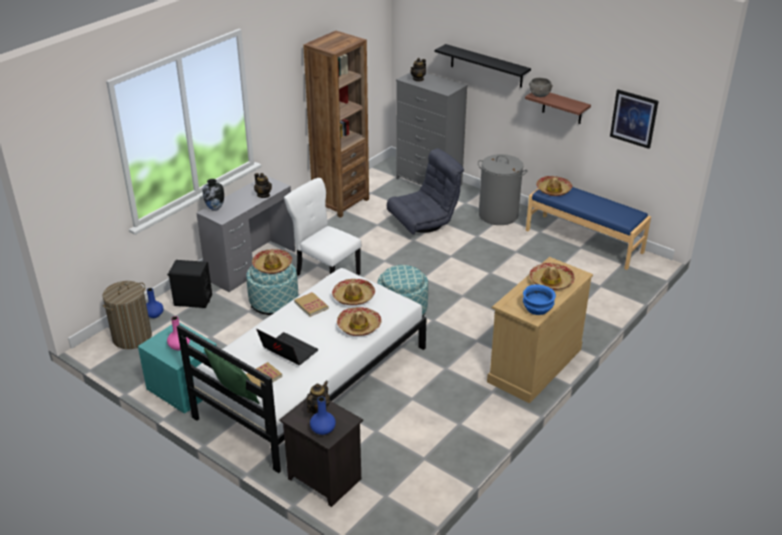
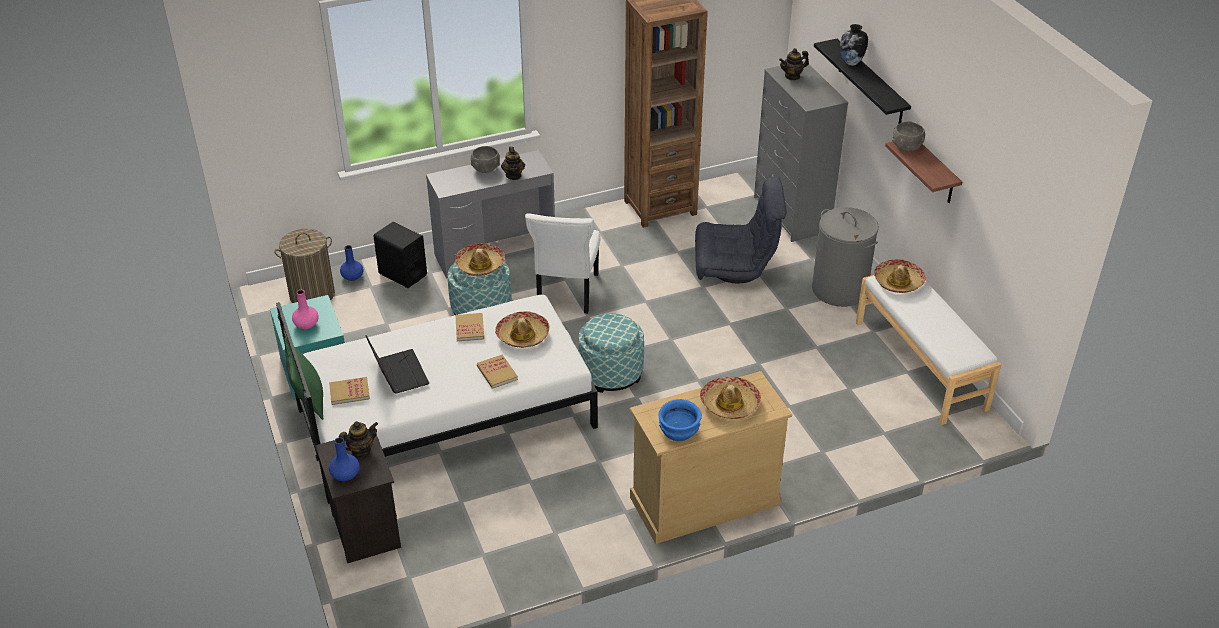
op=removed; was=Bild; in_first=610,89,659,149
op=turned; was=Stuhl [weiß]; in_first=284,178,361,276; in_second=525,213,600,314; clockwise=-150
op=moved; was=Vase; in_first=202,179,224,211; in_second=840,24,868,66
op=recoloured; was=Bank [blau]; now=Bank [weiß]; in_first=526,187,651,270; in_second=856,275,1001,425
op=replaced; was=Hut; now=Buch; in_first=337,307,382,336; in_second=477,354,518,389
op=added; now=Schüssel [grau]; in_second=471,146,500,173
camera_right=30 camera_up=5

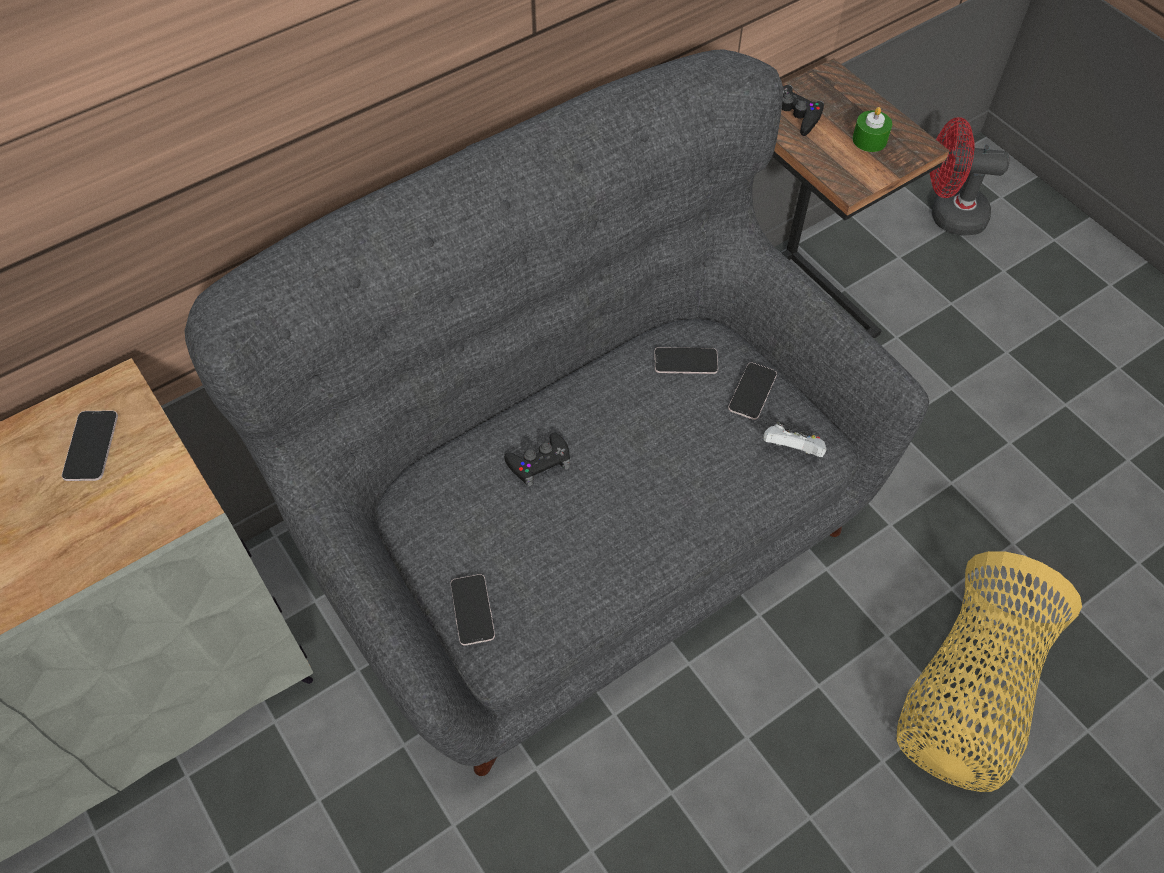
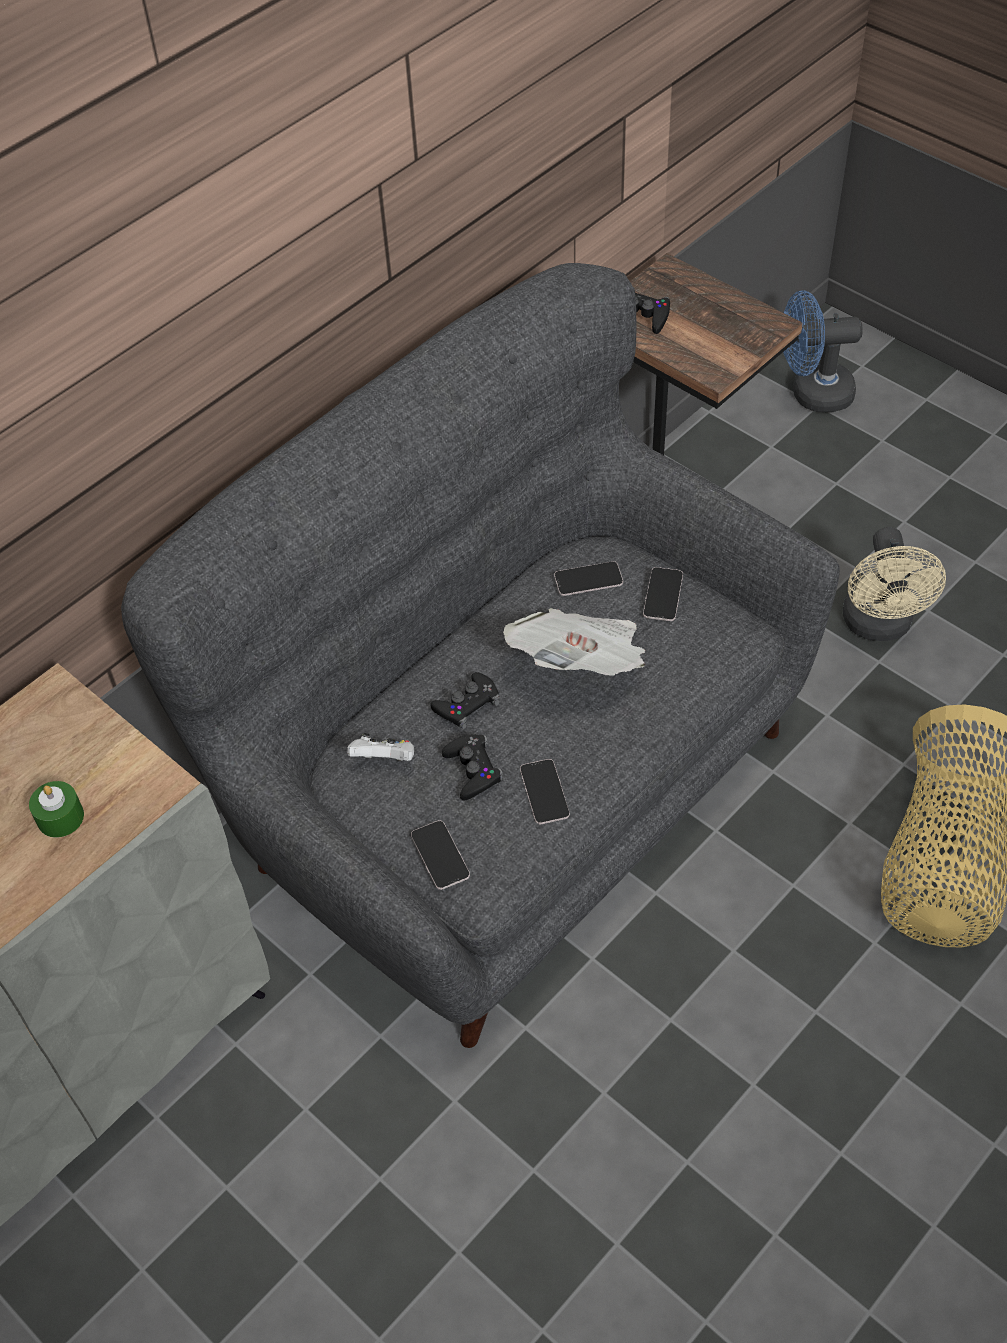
op=moved; was=Kerze [grün]; in_first=852,107,892,152; in_second=29,781,84,838
op=recoloured; was=Ventilator [rot]; now=Ventilator [blau]; in_first=930,117,1010,236; in_second=783,290,863,412
op=moved; was=Handy; in_first=62,410,118,481; in_second=520,759,570,824
op=moved; was=Gamepad [weiß]; in_first=764,421,826,457; in_second=347,733,414,761
op=added; now=Ventilator [beige]; in_second=843,527,946,641
op=added; now=Zeitung; in_second=503,608,645,676
op=added; now=Gamepad [schwarz]; in_second=442,734,503,801
camera_right=-10 camera_up=-5

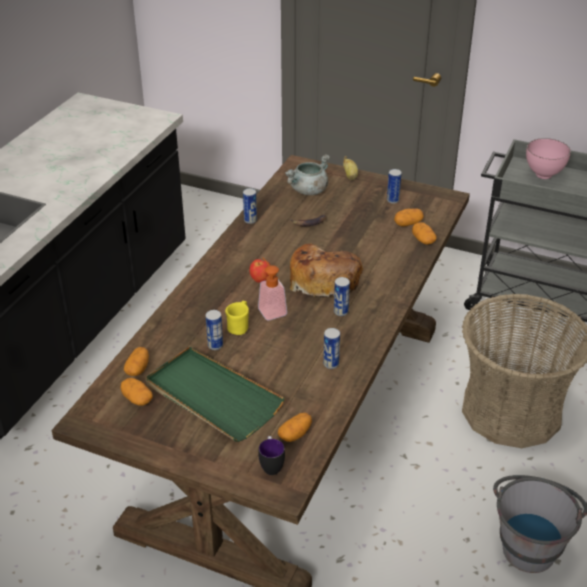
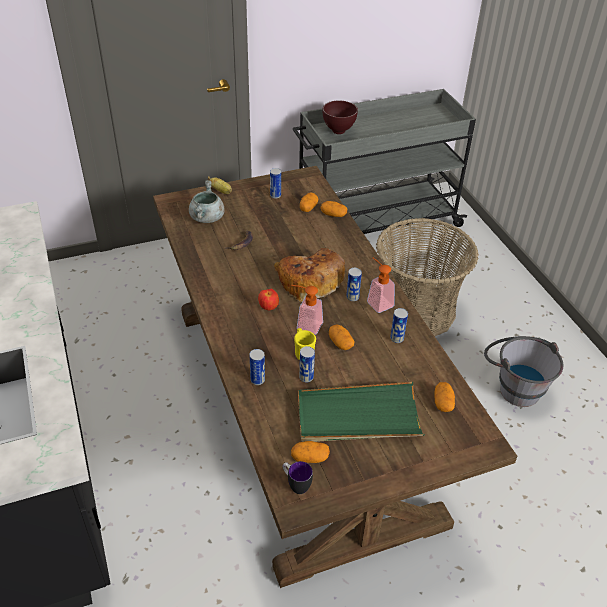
op=recoloured; was=Schüssel [rosa]; now=Schüssel [braun]; in_first=526,138,571,179; in_second=323,100,358,134
op=moved; was=Dose; in_first=243,188,257,224; in_second=250,349,265,385
op=moved; was=Kartoffel; in_first=124,347,149,376; in_second=329,325,354,350
op=moved; was=Henkelbecher; in_first=258,436,285,475; in_second=282,461,313,494
op=added; now=Seifenspender; in_second=367,258,395,313
camera_right=-45 camera_up=5

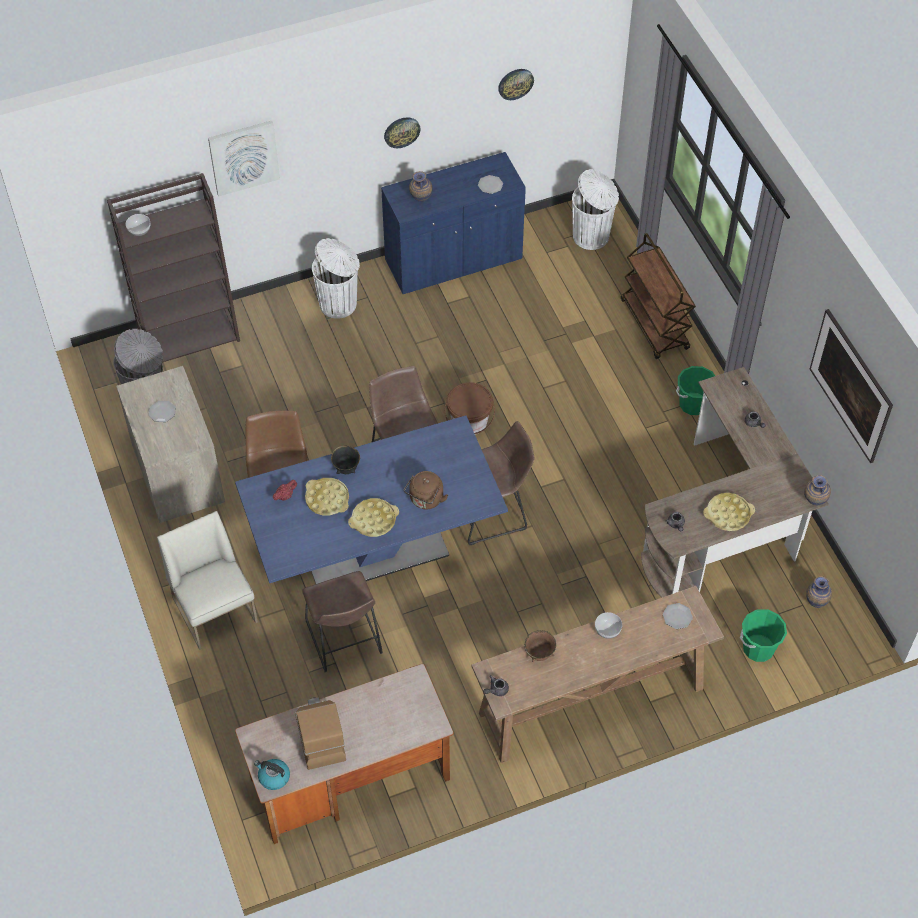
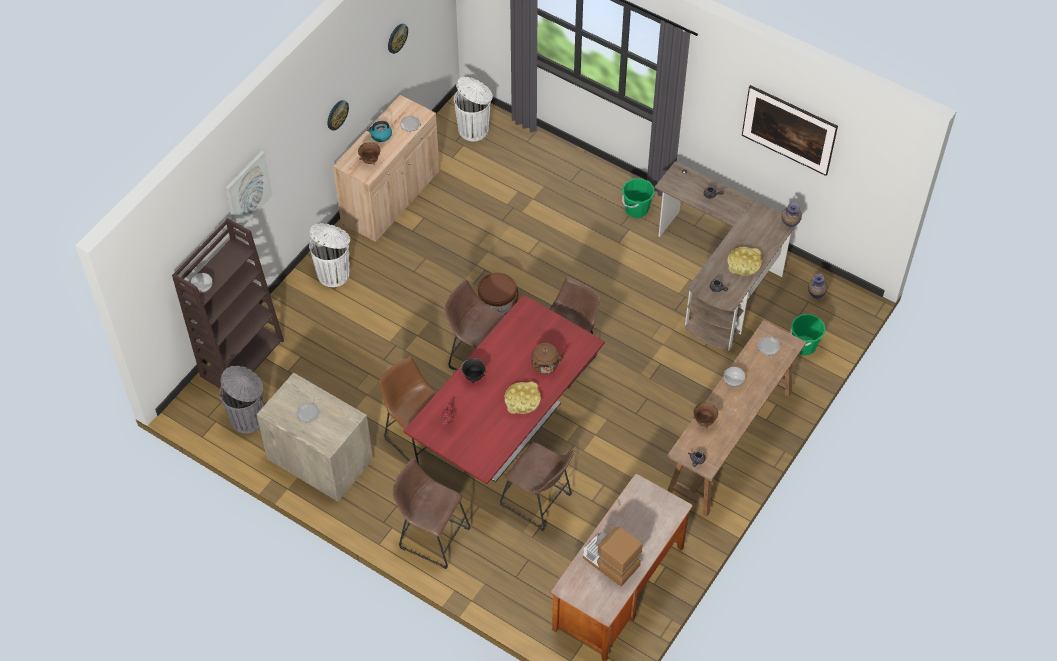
op=recoloured; was=Schrank [blau]; now=Schrank [beige]; in_first=381,152,526,294; in_second=333,95,440,242
op=replaced; was=Vase; now=Schüssel [braun]; in_first=409,171,433,202; in_second=358,142,380,164
op=removed; was=Rollwagen [braun]; in_first=621,233,696,359
op=recoloured; was=Esstisch [blau]; now=Esstisch [rot]; in_first=235,415,508,584; in_second=404,294,605,485
op=removed; was=Tablett [gelb]; in_first=305,478,349,515
op=replaced; was=Stuhl [weiß]; now=Hocker [braun]; in_first=157,511,258,650; in_second=392,459,470,569
op=moved; was=Wasserkessel; in_first=254,759,290,790; in_second=367,121,392,142
camera_right=-35 camera_up=0

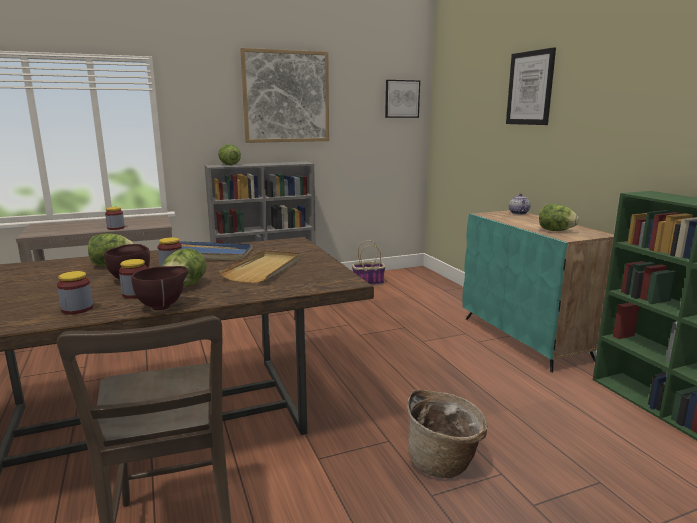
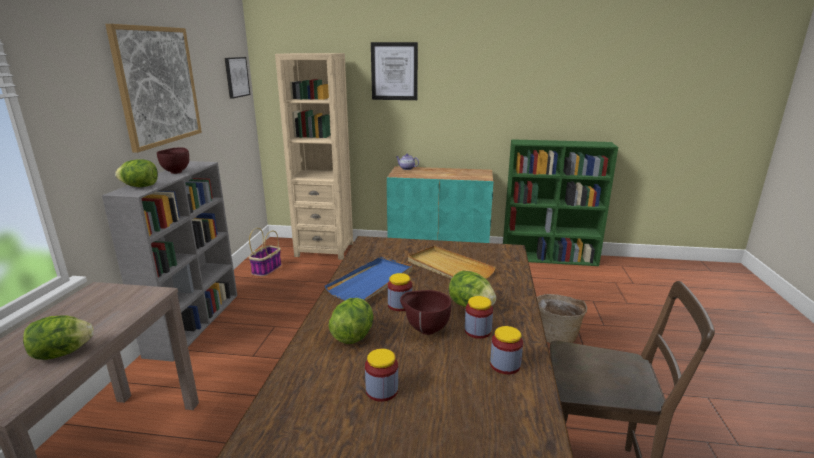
op=moved; was=Salatkopf; in_first=539,204,579,231; in_second=23,315,94,360
op=moved; was=Vorratsglas; in_first=105,207,125,230; in_second=365,349,398,402
op=moved; was=Schüssel [braun]; in_first=131,266,189,310; in_second=157,148,189,174
op=added; now=Bücherregal [beige]; in_second=275,53,353,260
camera_right=-60 camera_up=5

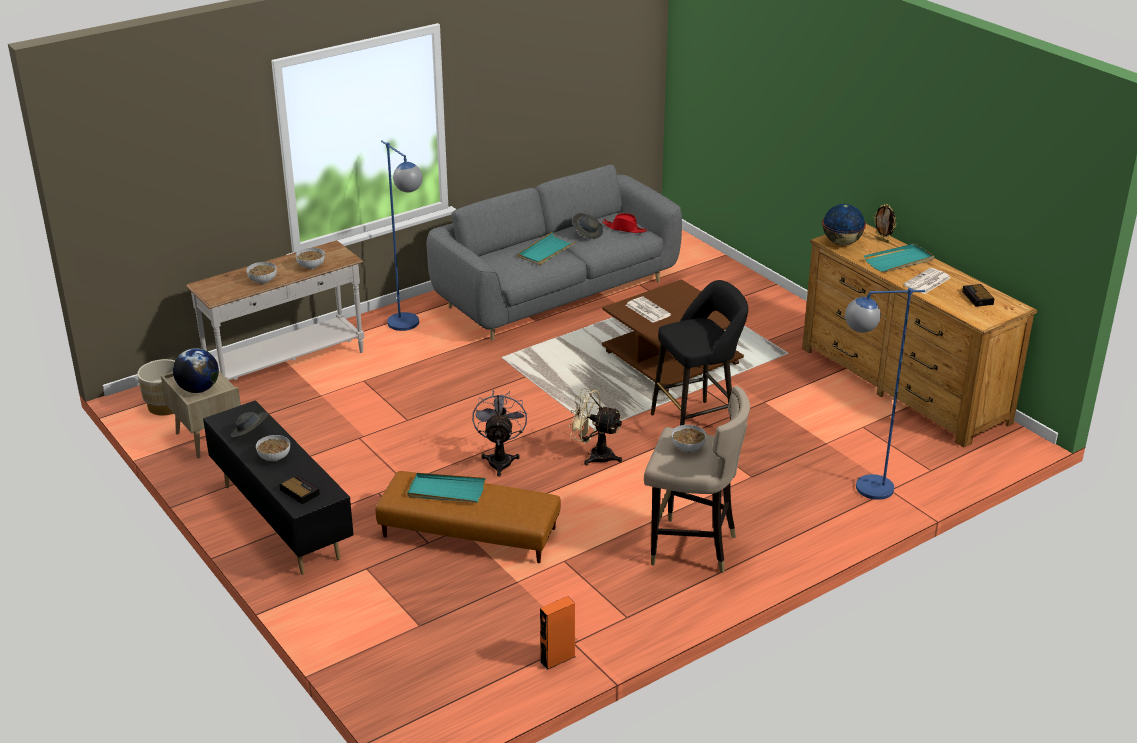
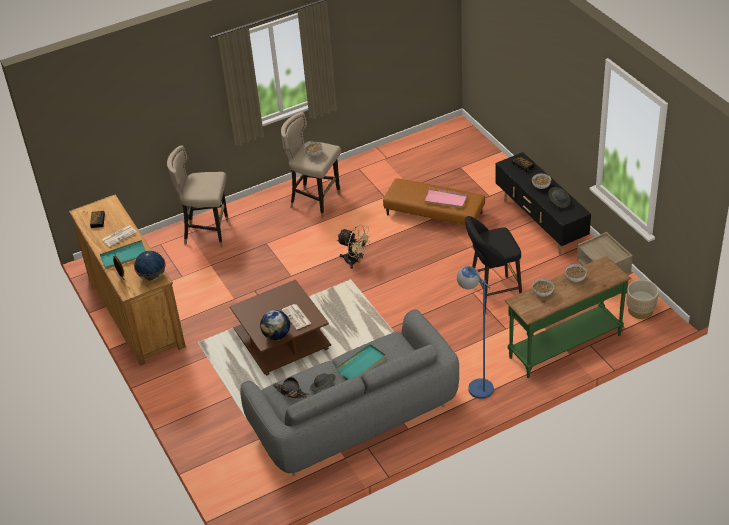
op=recoloured; was=Hut [rot]; now=Hut [schwarz]; in_first=602,213,648,233; in_second=273,377,309,399
op=recoloured; was=Konsolentisch [weiß]; now=Konsolentisch [grün]; in_first=186,240,364,380; in_second=504,256,631,378
op=moved; was=Hocker [schwarz]; in_first=651,280,748,426; in_second=465,216,522,313
op=replaced; was=Stehlampe [blau]; now=Hocker [beige]; in_first=845,288,925,500; in_second=167,145,228,248
op=moved; was=Globus; in_first=173,348,219,393; in_second=260,310,290,340
op=removed; was=Ventilator [grau]; in_first=472,390,527,476
op=recoloured; was=Tablett [türkis]; now=Tablett [rosa]; in_first=407,473,486,503; in_second=424,187,467,209
op=removed; was=Lautsprecher [orange]; in_first=540,596,575,670
camera_right=-170 camera_up=10

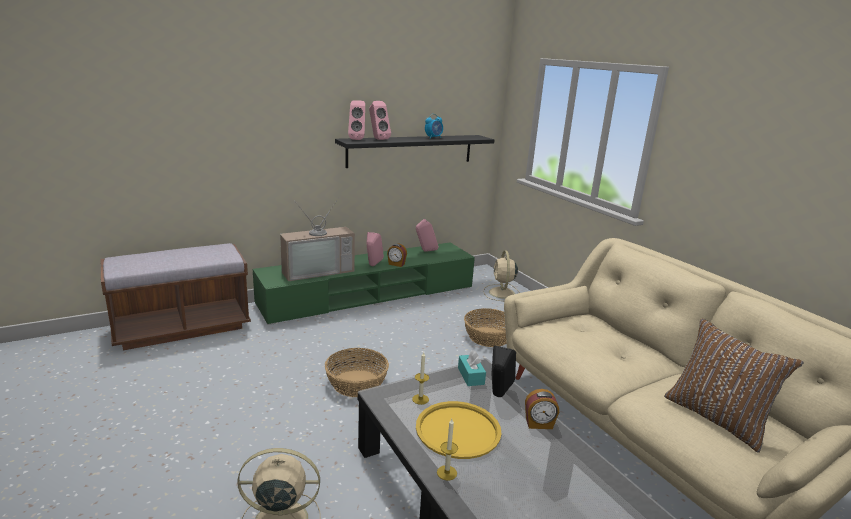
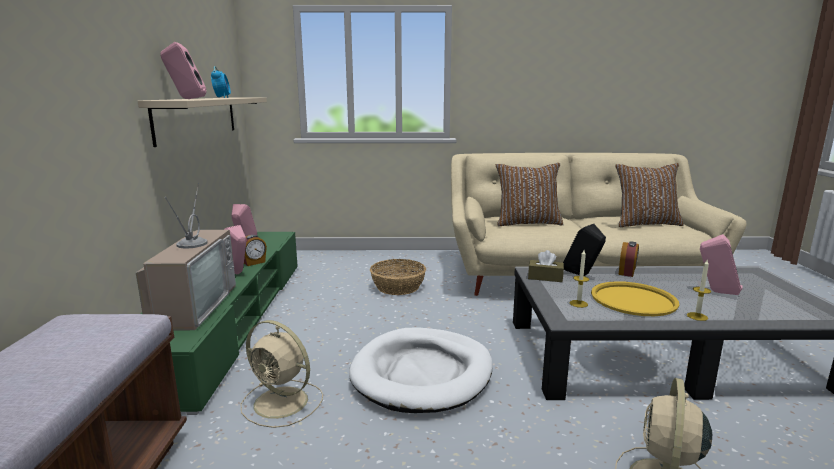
op=moved; was=Lautsprecher [rosa]; in_first=348,100,365,140; in_second=700,234,743,295
op=recoloured; was=Wandregal [schwarz]; now=Wandregal [beige]; in_first=335,135,494,168; in_second=138,97,267,147
op=moved; was=Ventilator [beige]; in_first=483,250,520,301; in_second=240,320,323,428
op=replaced; was=Korb; now=Hundebett [weiß]; in_first=325,348,389,397; in_second=349,327,493,413
op=recoloured; was=Taschentuchbox [türkis]; now=Taschentuchbox [braun]; in_first=458,350,486,386; in_second=528,250,564,282
op=added; now=Kissen [braun]; in_second=496,163,564,226
camera_right=-60 camera_up=-5

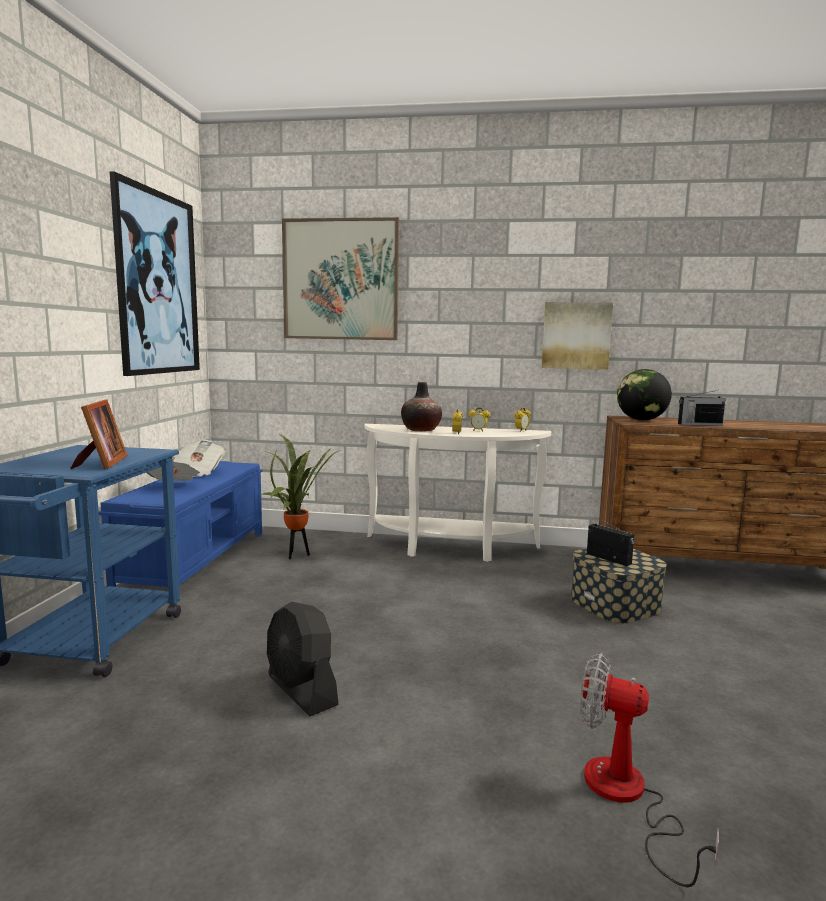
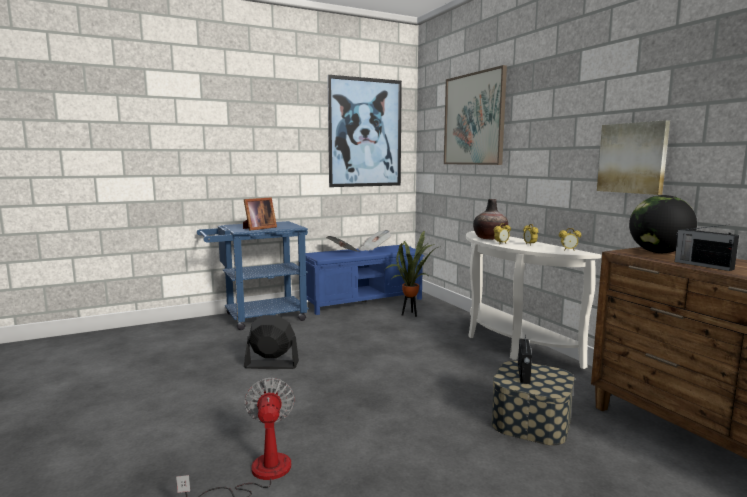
op=turned; was=Ventilator [schwarz]; in_first=267,602,339,716; in_second=244,315,299,369; clockwise=75
camera_right=55 camera_up=0

